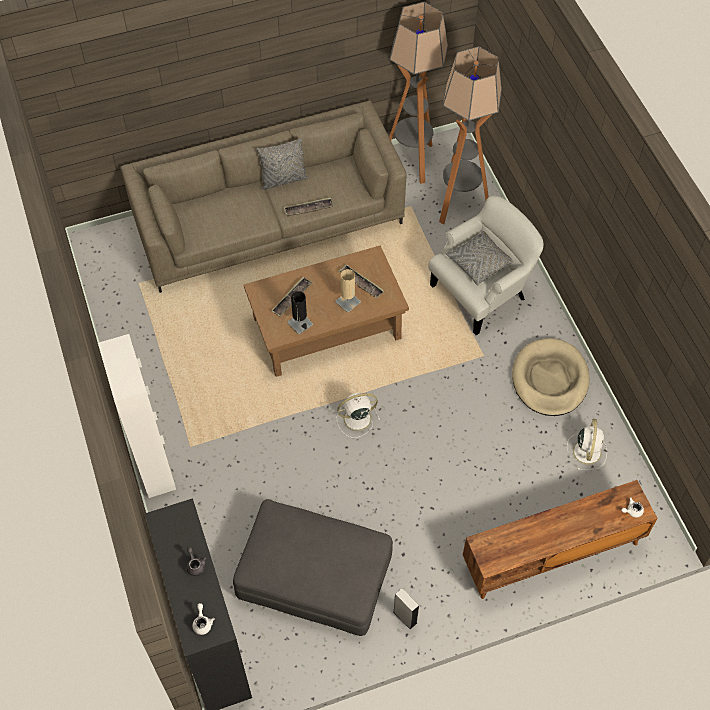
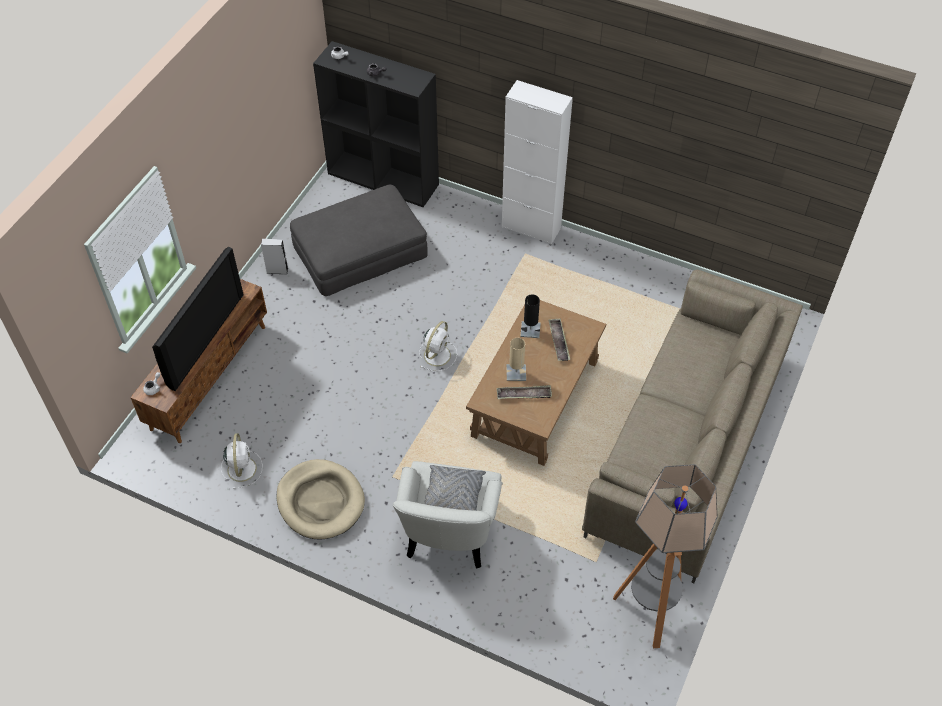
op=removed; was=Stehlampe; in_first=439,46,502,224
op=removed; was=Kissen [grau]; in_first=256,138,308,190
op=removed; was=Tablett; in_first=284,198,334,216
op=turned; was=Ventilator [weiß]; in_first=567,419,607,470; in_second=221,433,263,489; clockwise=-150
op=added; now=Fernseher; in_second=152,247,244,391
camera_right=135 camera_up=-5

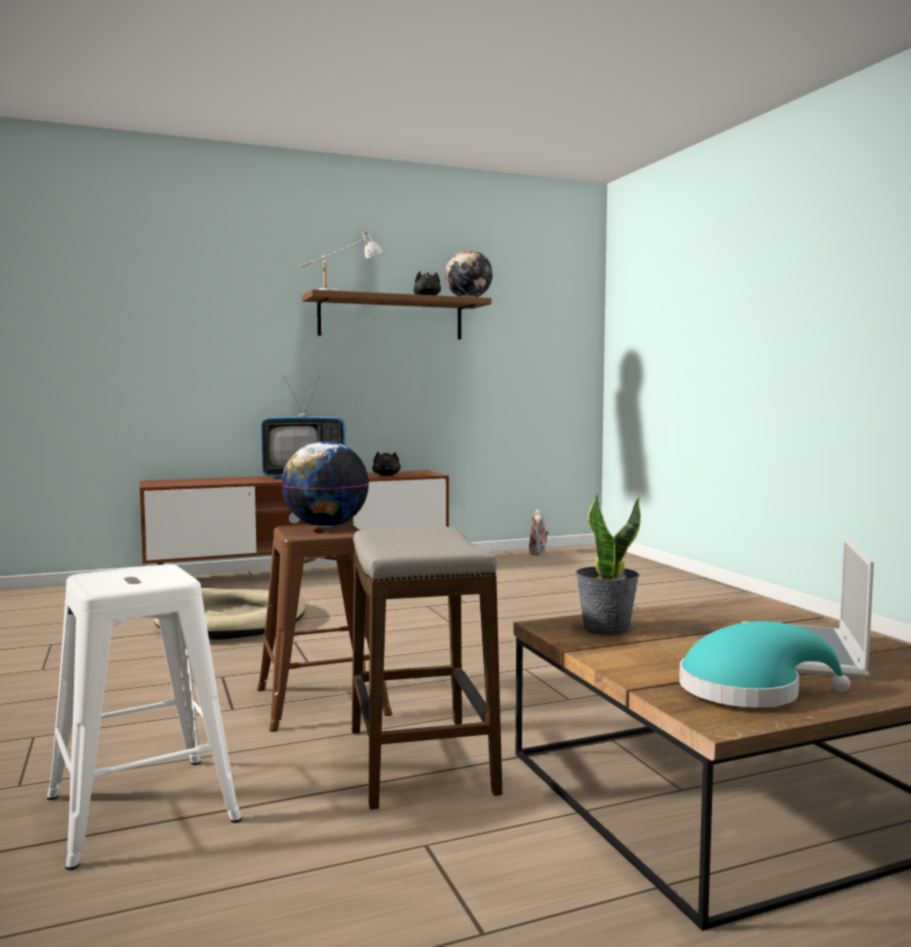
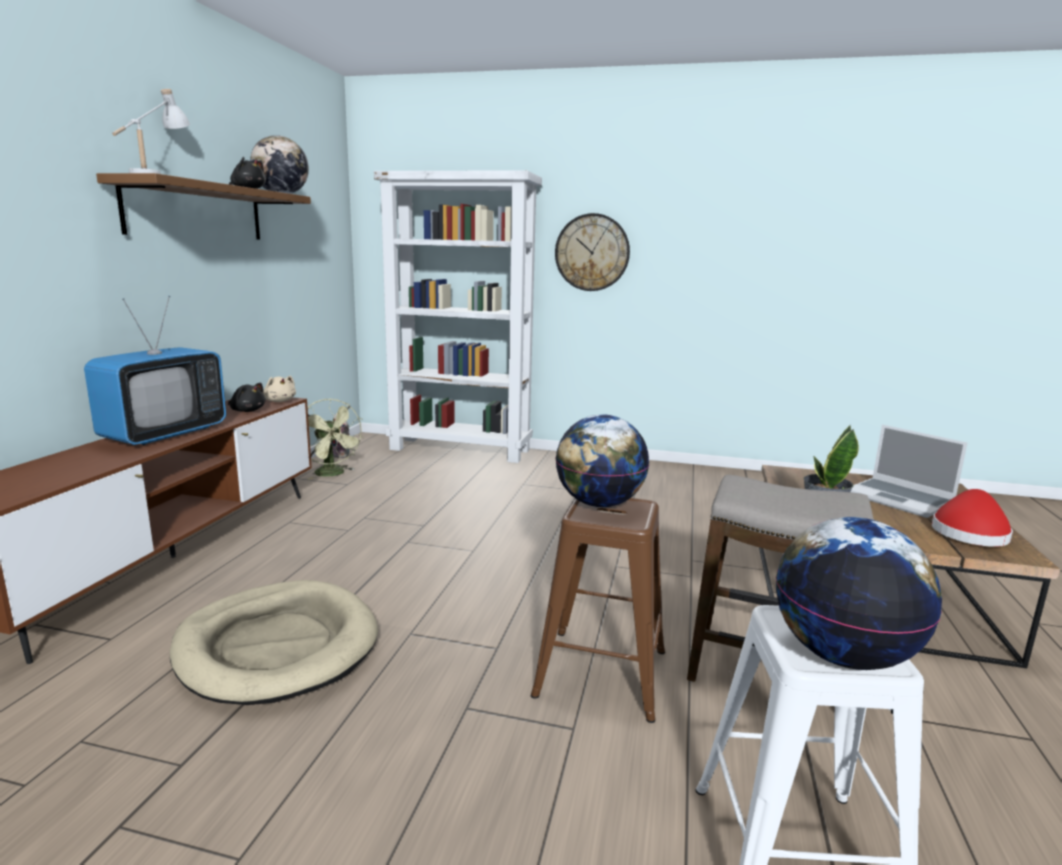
op=recoloured; was=Hut [türkis]; now=Hut [rot]; in_first=679,621,850,708; in_second=932,489,1013,547
op=added; now=Bücherregal [weiß]; in_second=374,171,542,463
op=added; now=Wanduhr; in_second=555,213,630,291
op=added; now=Plüschtier [beige]; in_second=263,376,296,402
op=added; now=Ventilator [grün]; in_second=307,399,364,480
op=added; now=Globus; in_second=776,517,942,670
camera_right=-55 camera_up=10

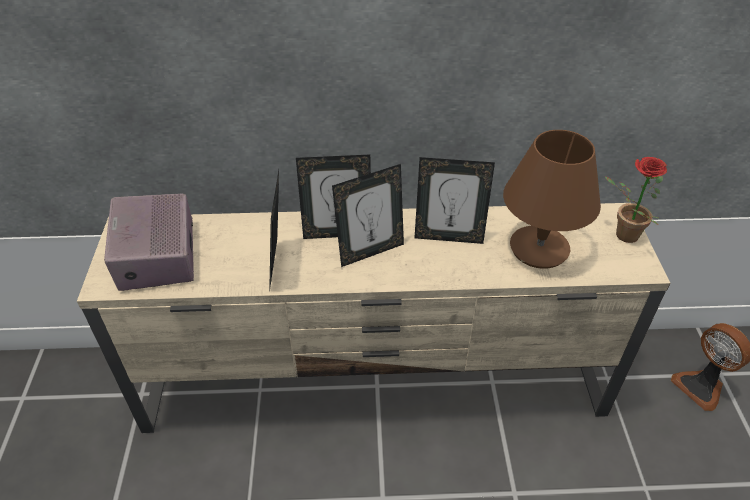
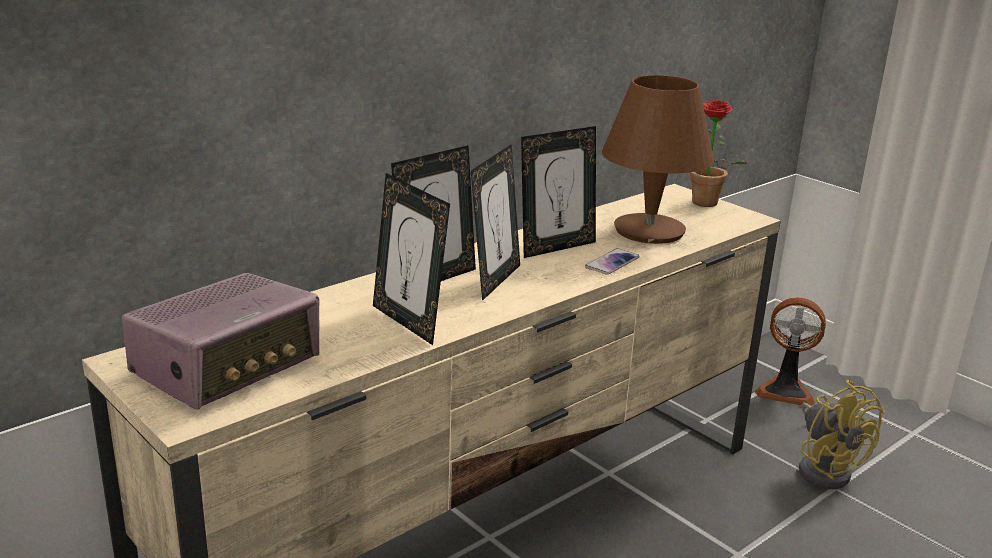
op=turned; was=Radio; in_first=104,194,194,291; in_second=122,273,319,410; clockwise=-90
op=added; now=Handy; in_second=585,248,640,275
op=added; now=Ventilator [gelb]; in_second=799,380,885,489
camera_right=-40 camera_up=-20

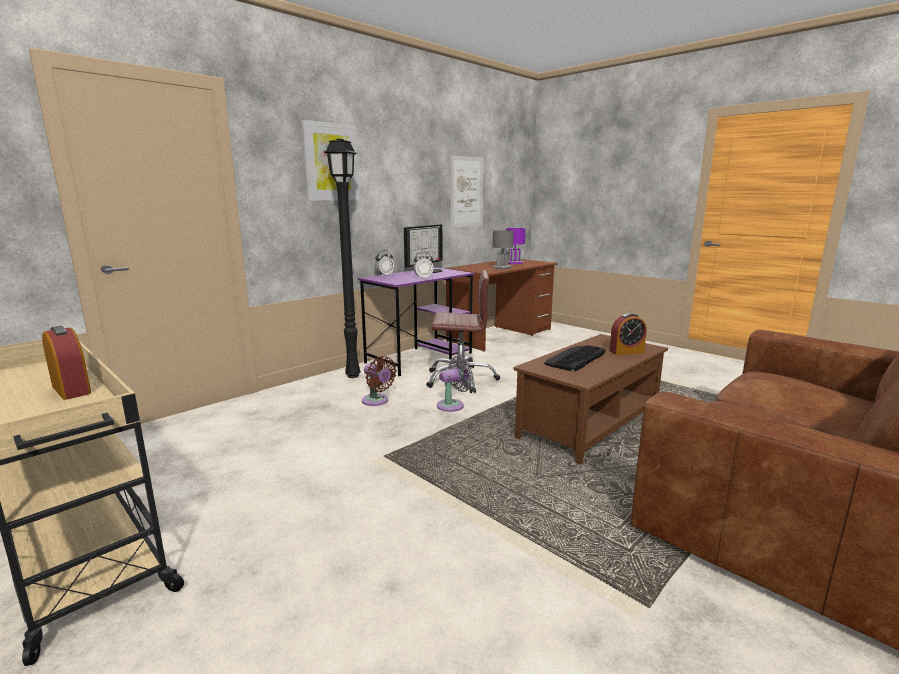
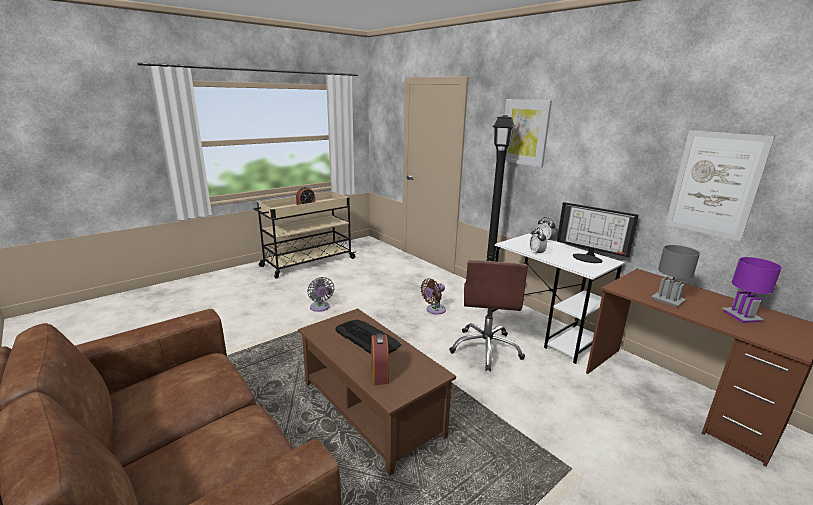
op=recoloured; was=Schreibtisch [lila]; now=Schreibtisch [weiß]; in_first=358,267,475,376; in_second=492,233,625,364
op=moved; was=Ventilator [grau]; in_first=437,356,473,412; in_second=307,277,334,312
camera_right=95 camera_up=5

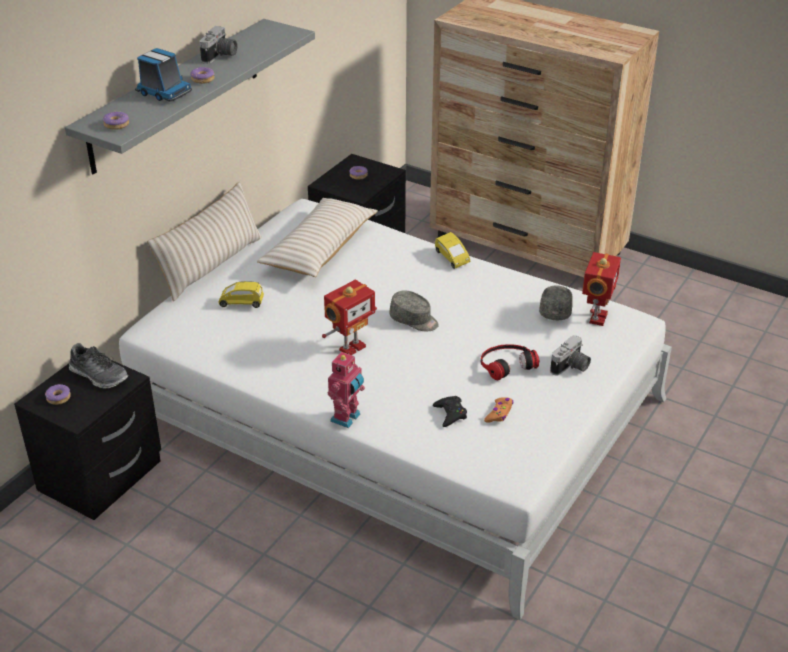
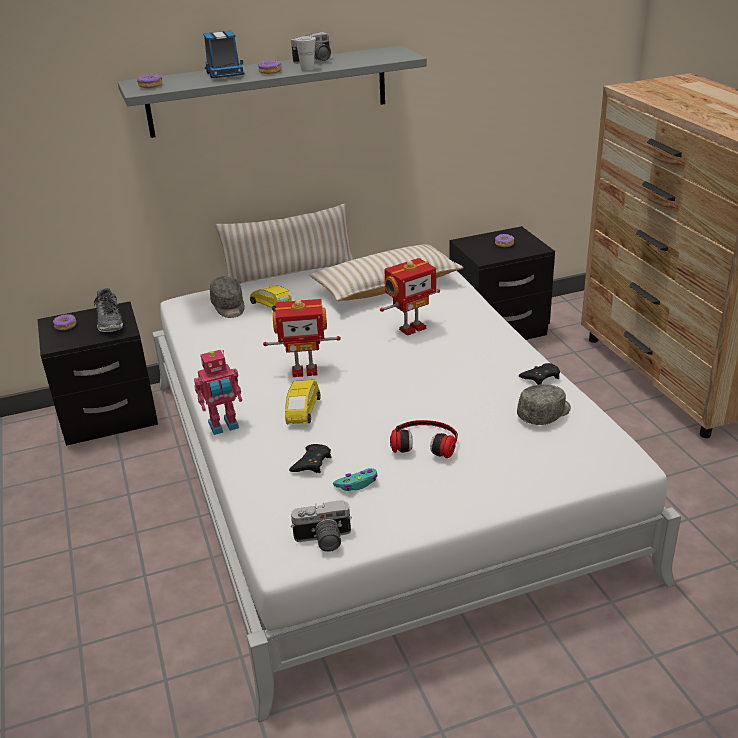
op=moved; was=Spielzeugauto [gelb]; in_first=435,232,470,269; in_second=285,380,321,424
op=moved; was=Spielzeugroboter; in_first=582,252,621,326; in_second=380,258,440,336
op=moved; was=Kappe [grau]; in_first=389,290,439,331; in_second=210,276,244,318
op=moved; was=Kamera; in_first=550,335,591,376; in_second=291,500,352,552
op=recoloured; was=Gamepad [orange]; now=Gamepad [türkis]; in_first=484,397,513,423; in_second=333,468,378,491
op=added; now=Tasse [weiß]; in_second=295,36,316,71
op=added; now=Gamepad [schwarz]; in_second=519,363,560,385
camera_right=40 camera_up=-5

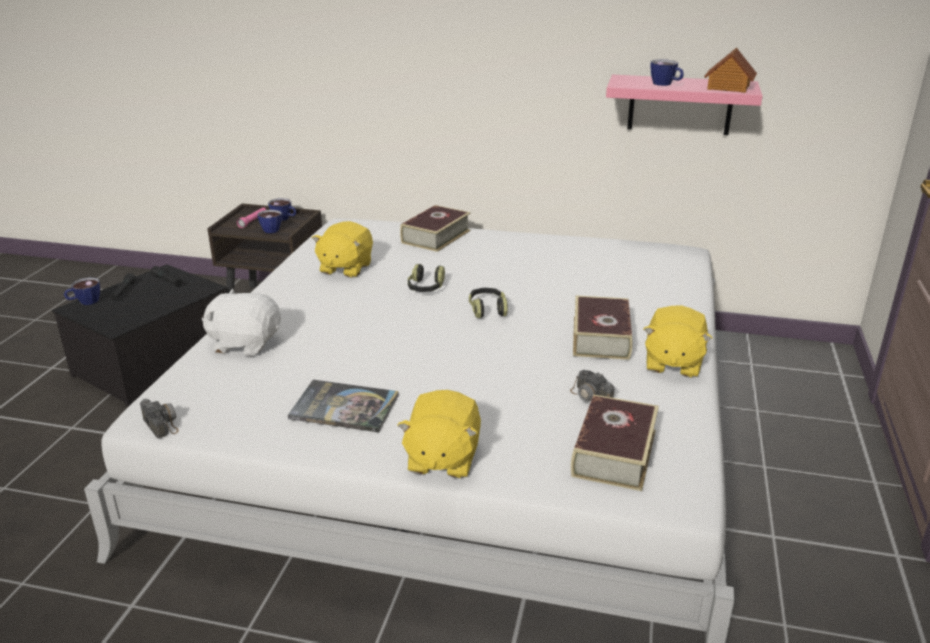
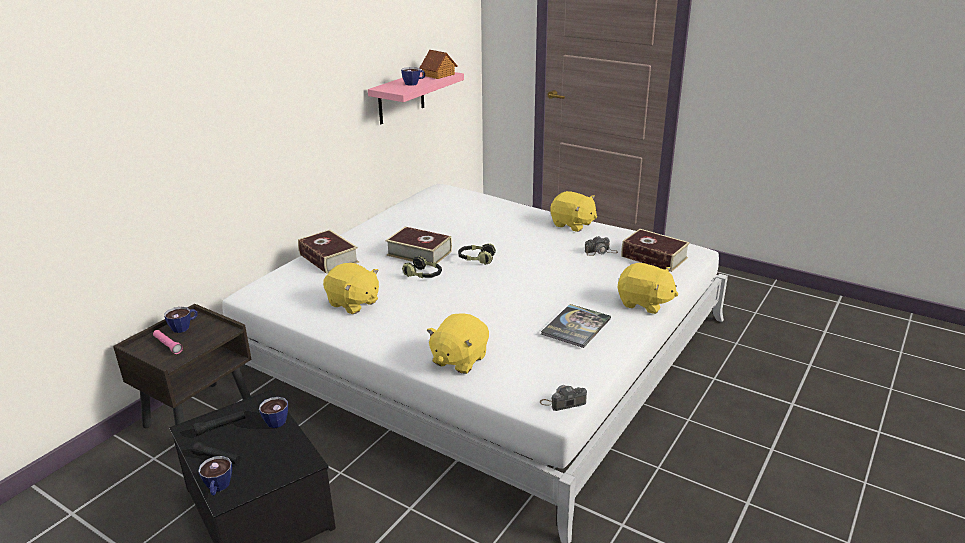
op=moved; was=Tasse; in_first=257,210,284,233; in_second=259,397,288,428
op=recoloured; was=Plüschtier [weiß]; now=Plüschtier [gelb]; in_first=202,289,281,357; in_second=427,313,489,374
op=moved; was=Buch; in_first=573,296,633,360; in_second=385,227,452,267
camera_right=-70 camera_up=0

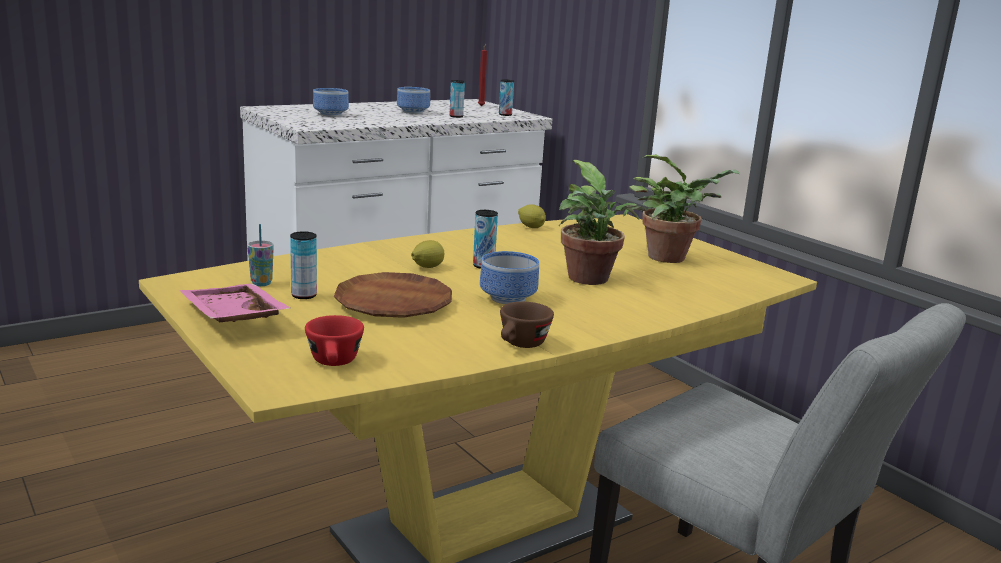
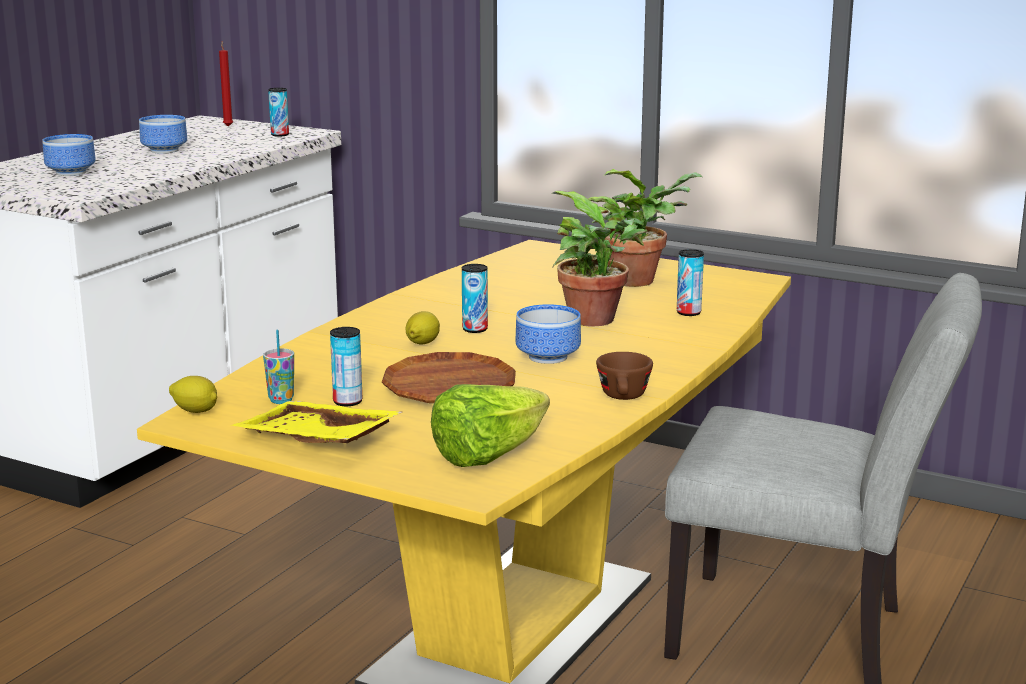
op=moved; was=Dose; in_first=449,80,465,118; in_second=677,249,704,316
op=moved; was=Zitrone; in_first=518,204,546,228; in_second=169,376,217,413
op=recoloured; was=Tablett [rosa]; now=Tablett [gelb]; in_first=180,284,291,322; in_second=230,401,402,443
op=replaced; was=Tasse [rot]; now=Salatkopf; in_first=305,315,364,366; in_second=431,384,550,467
camera_right=-25 camera_up=0

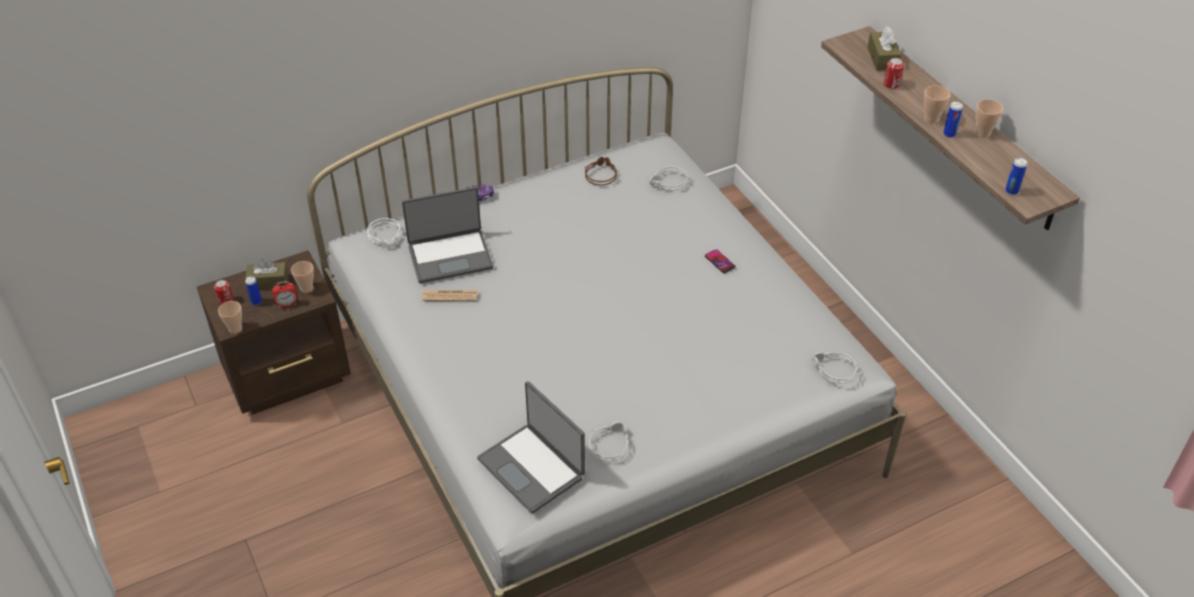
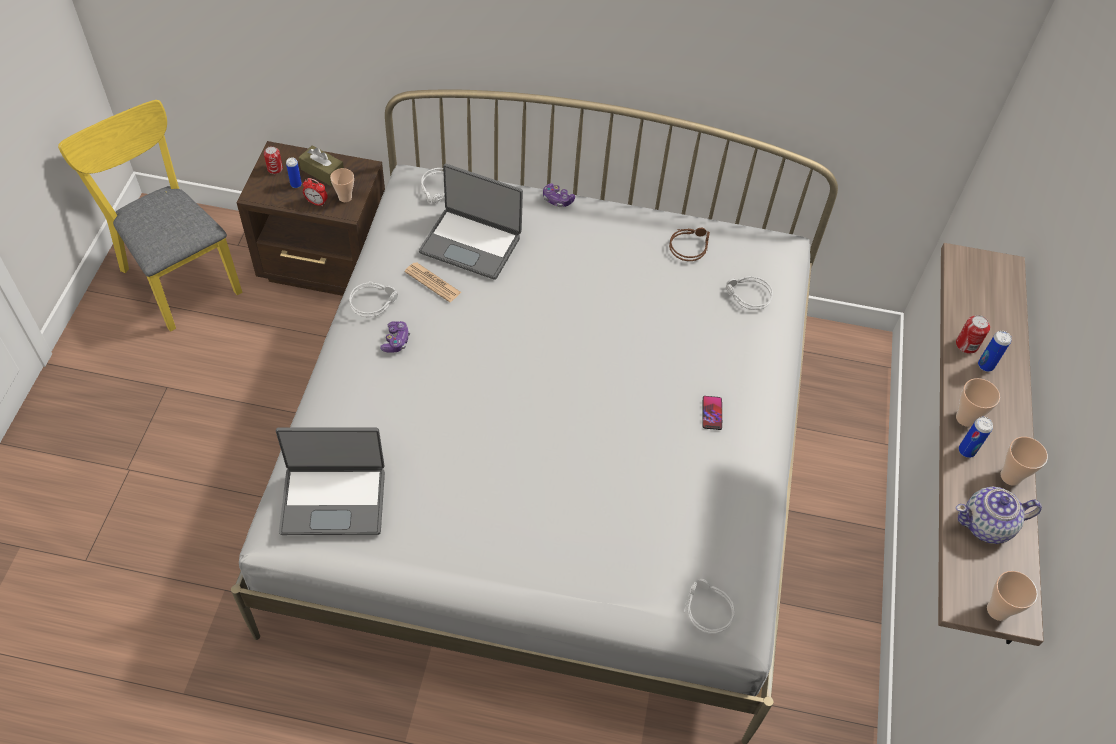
op=removed; was=Taschentuchbox [braun]; in_first=868,27,901,71
op=moved; was=Dose; in_first=1005,158,1027,195; in_second=978,331,1012,372
op=moved; was=Tasse; in_first=218,301,242,334; in_second=987,571,1038,621
op=turned; was=Laptop; in_first=477,381,585,514; in_second=276,428,385,535; clockwise=-90
op=moved; was=Kopfhörer [grau]; in_first=589,422,628,462; in_second=349,281,398,317
op=added; now=Stuhl [gelb]; in_second=58,100,243,332
op=added; now=Gamepad; in_second=380,321,410,353
op=added; now=Teekanne; in_second=956,487,1042,544
camera_right=35 camera_up=10

